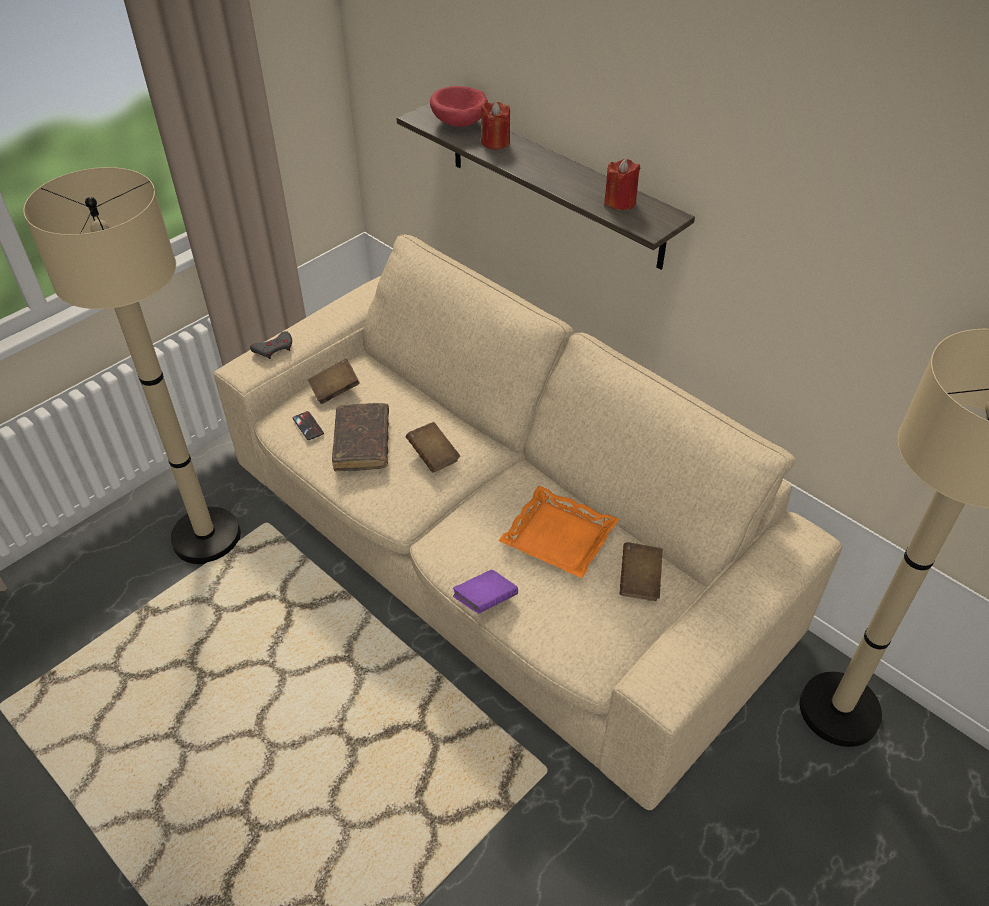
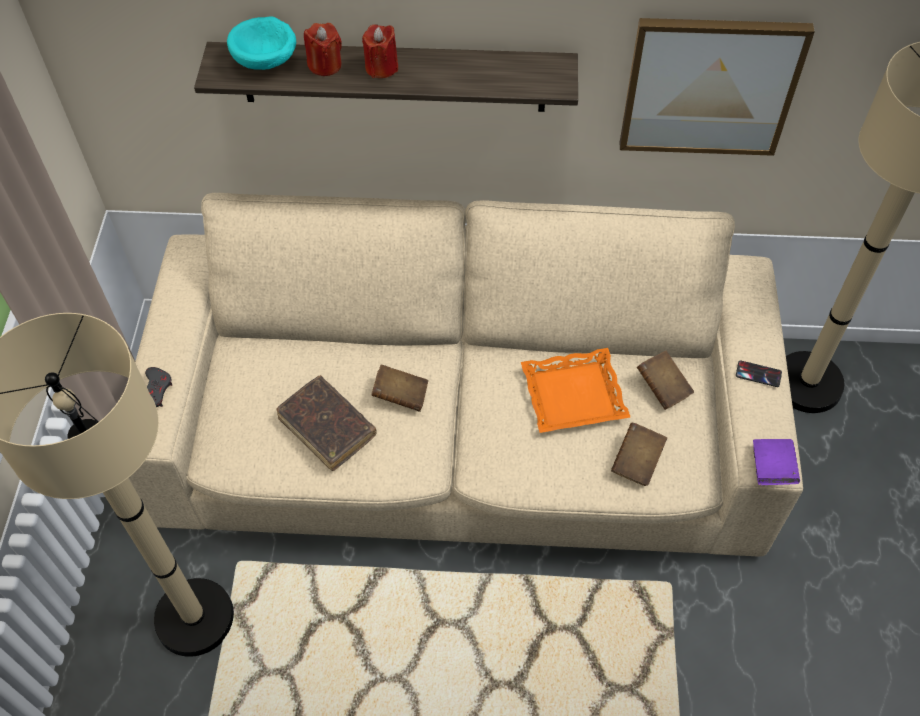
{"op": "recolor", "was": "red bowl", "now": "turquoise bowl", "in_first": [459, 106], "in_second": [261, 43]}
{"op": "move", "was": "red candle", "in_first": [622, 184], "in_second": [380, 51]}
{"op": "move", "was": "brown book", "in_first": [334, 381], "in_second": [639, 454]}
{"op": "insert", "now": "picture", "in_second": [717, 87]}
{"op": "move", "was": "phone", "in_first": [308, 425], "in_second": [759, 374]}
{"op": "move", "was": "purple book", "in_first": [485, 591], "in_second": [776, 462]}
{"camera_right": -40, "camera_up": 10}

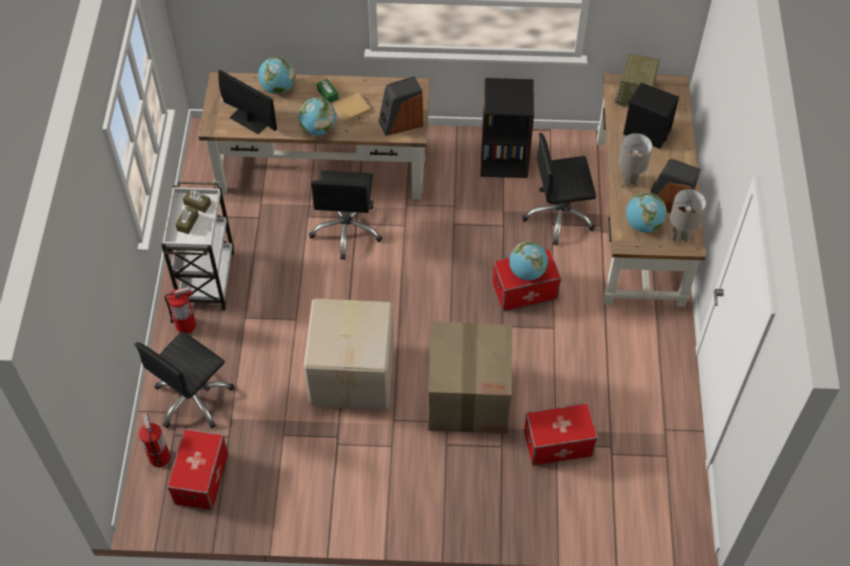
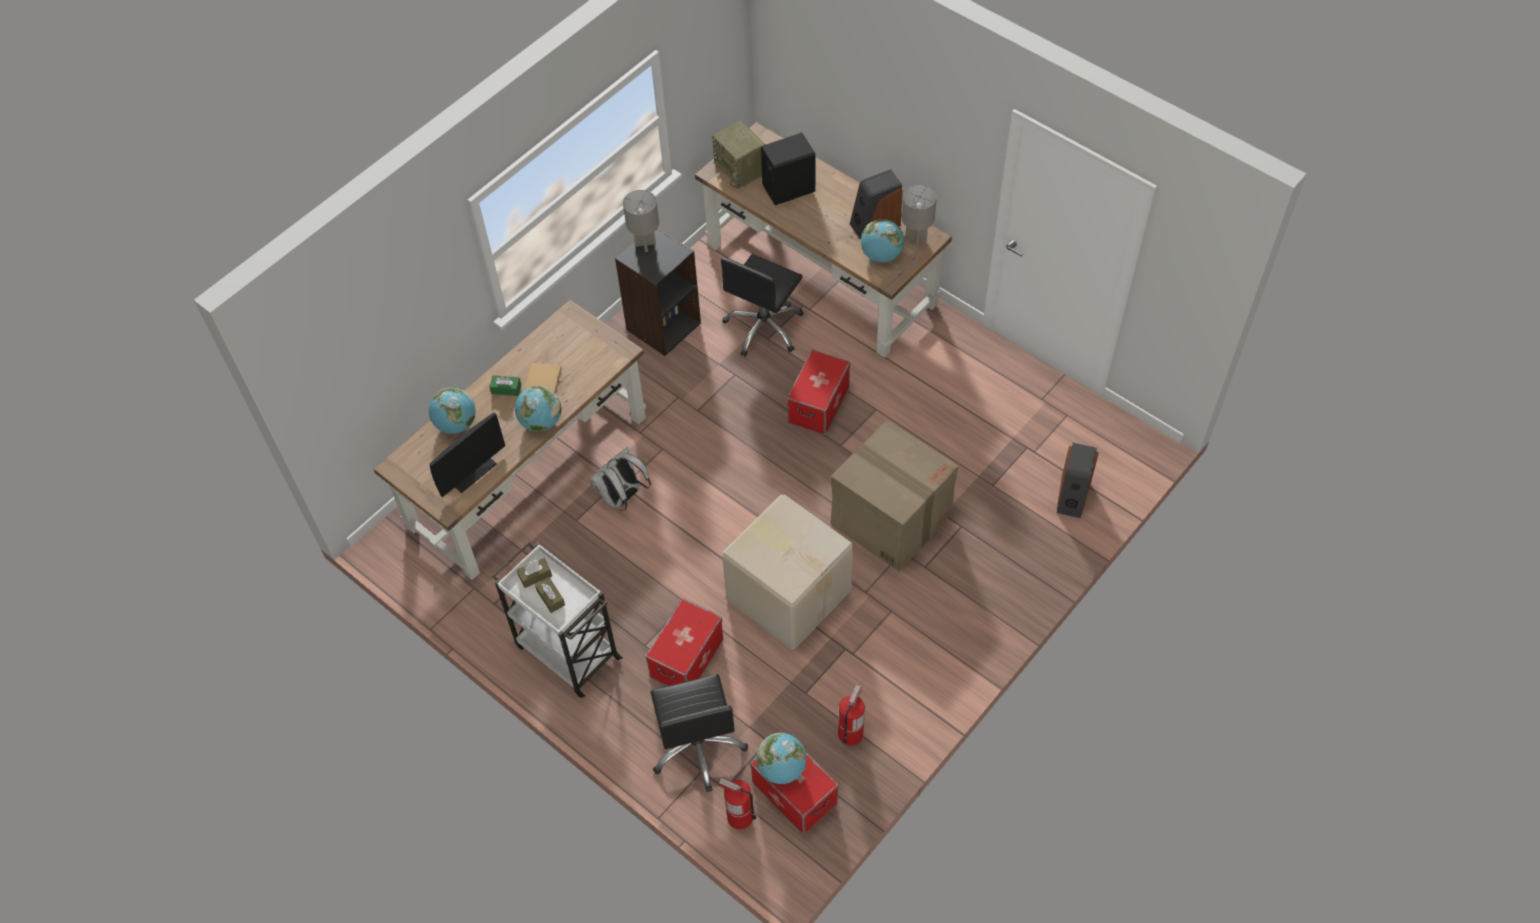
{"op": "rotate", "was": "monitor", "in_first": [247, 102], "in_second": [467, 454], "clockwise": 150}
{"op": "replace", "was": "black office chair", "now": "white backpack", "in_first": [345, 215], "in_second": [620, 479]}
{"op": "move", "was": "grey table lamp", "in_first": [635, 160], "in_second": [641, 221]}
{"op": "move", "was": "storage box", "in_first": [561, 434], "in_second": [684, 642]}
{"op": "move", "was": "globe", "in_first": [528, 261], "in_second": [781, 758]}
{"op": "move", "was": "fire extinguisher", "in_first": [180, 310], "in_second": [851, 715]}
{"op": "move", "was": "speaker", "in_first": [400, 106], "in_second": [1078, 480]}
{"camera_right": -50, "camera_up": 0}

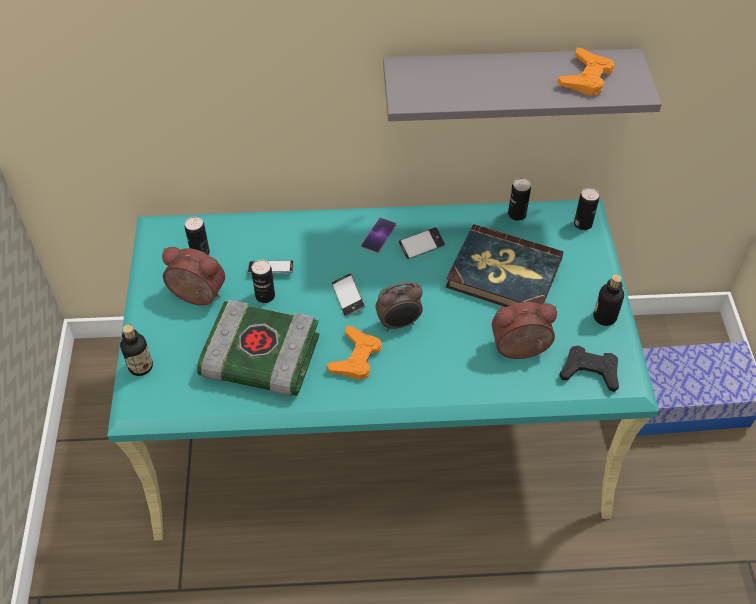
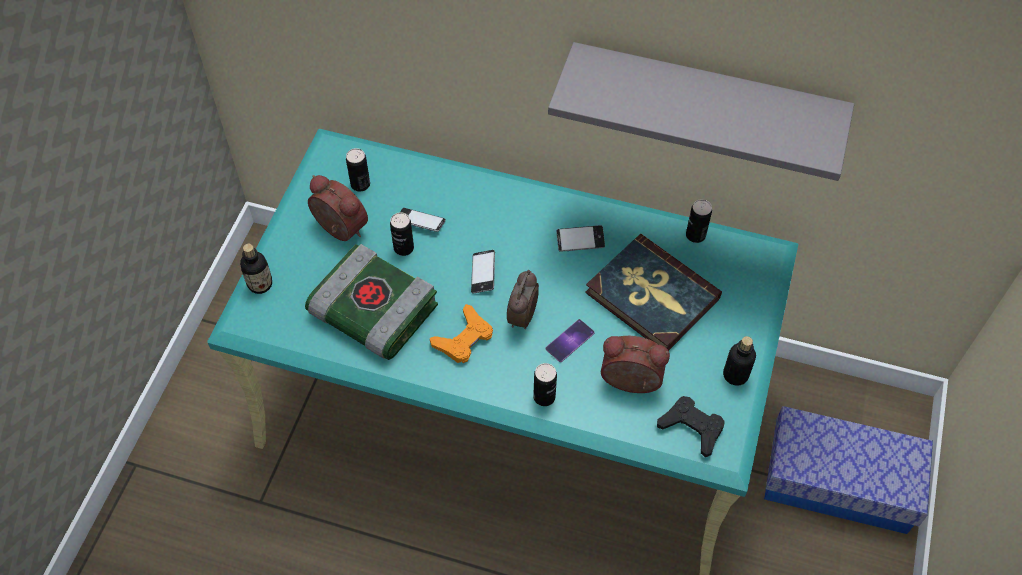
{"op": "rotate", "was": "alarm clock", "in_first": [399, 306], "in_second": [523, 299], "clockwise": 105}
{"op": "move", "was": "can", "in_first": [586, 209], "in_second": [545, 384]}
{"op": "move", "was": "phone", "in_first": [378, 235], "in_second": [569, 340]}
{"op": "delete", "was": "orange game controller", "in_first": [585, 71]}
{"camera_right": 20, "camera_up": 5}

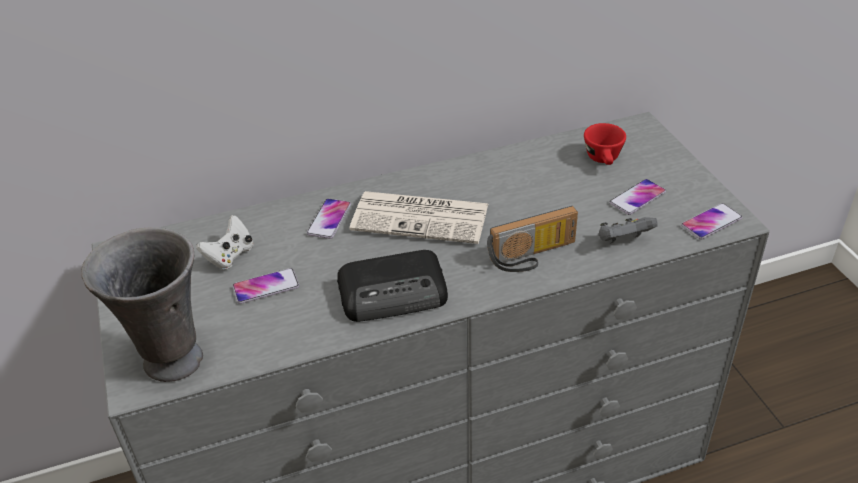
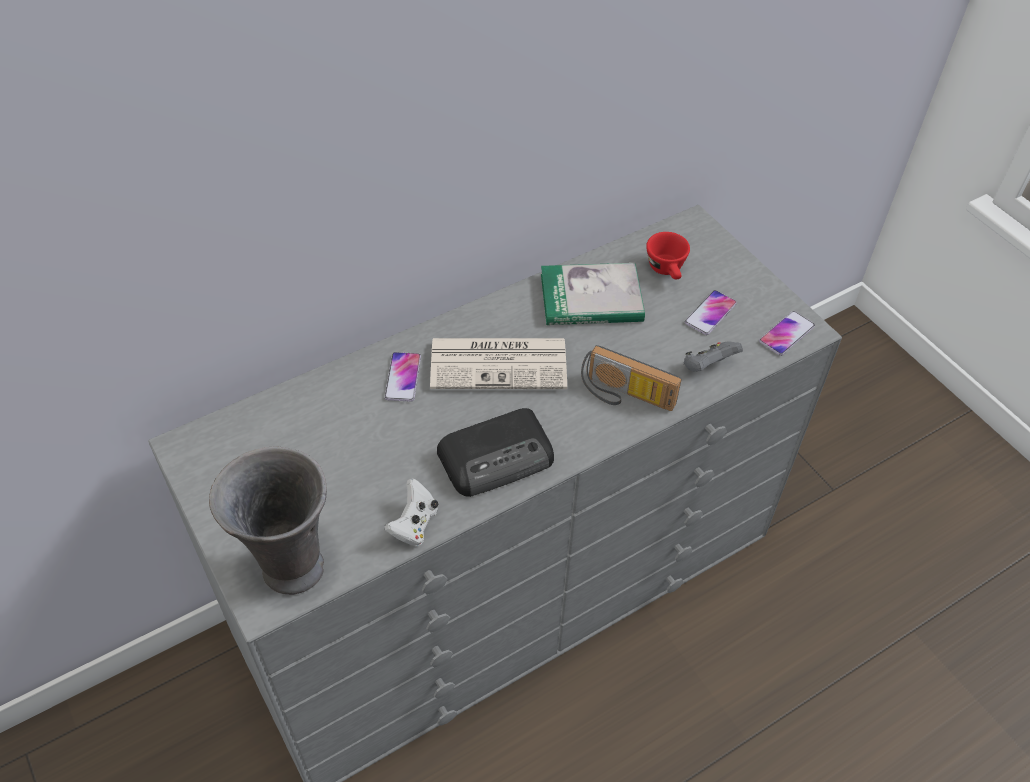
{"op": "move", "was": "white game controller", "in_first": [224, 242], "in_second": [411, 512]}
{"op": "insert", "now": "book", "in_second": [593, 294]}
{"op": "rotate", "was": "radio", "in_first": [532, 239], "in_second": [631, 378], "clockwise": 60}
{"op": "delete", "was": "phone", "in_first": [266, 286]}
{"camera_right": -15, "camera_up": 10}

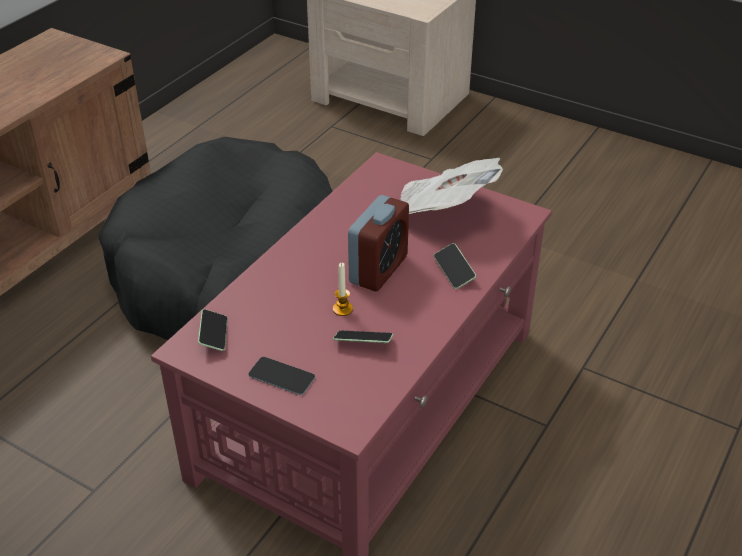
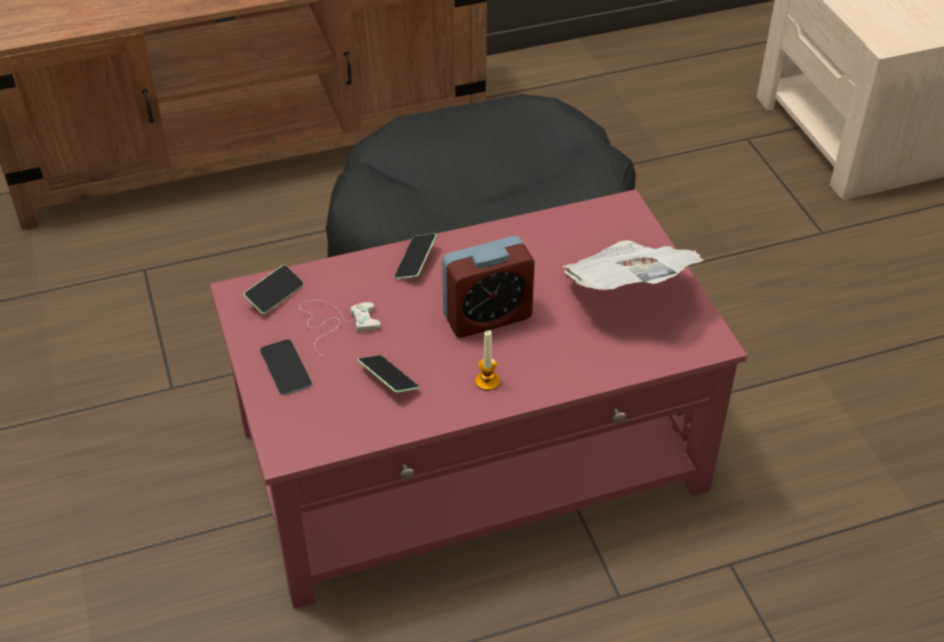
{"op": "insert", "now": "white game controller", "in_second": [340, 328]}
{"op": "move", "was": "phone", "in_first": [455, 266], "in_second": [415, 256]}
{"op": "move", "was": "candle", "in_first": [343, 289], "in_second": [487, 360]}
{"camera_right": 40, "camera_up": 5}

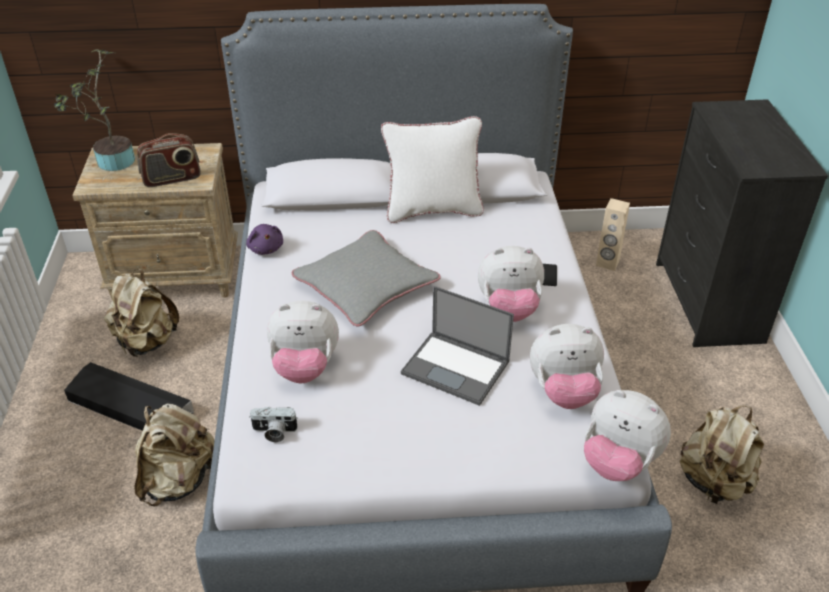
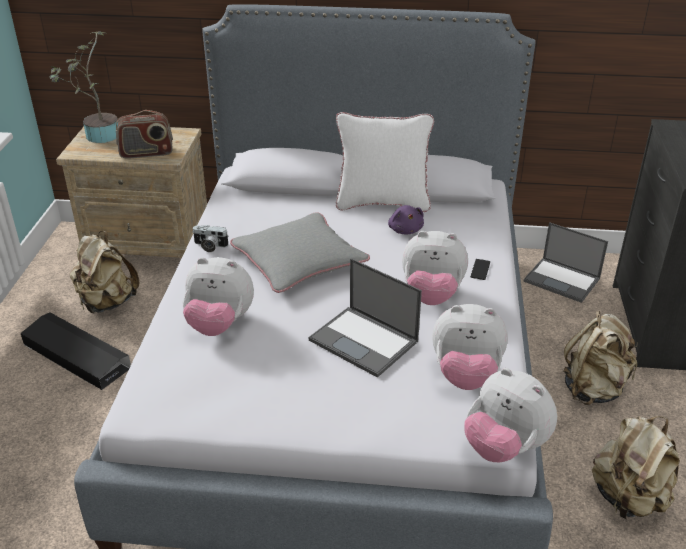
{"op": "move", "was": "photo camera", "in_first": [273, 424], "in_second": [210, 238]}
{"op": "move", "was": "purple plush toy", "in_first": [264, 239], "in_second": [406, 219]}
{"op": "replace", "was": "beige speaker", "now": "laptop", "in_first": [613, 234], "in_second": [565, 262]}
{"op": "move", "was": "beige backpack", "in_first": [174, 455], "in_second": [600, 358]}
{"camera_right": 10, "camera_up": -5}

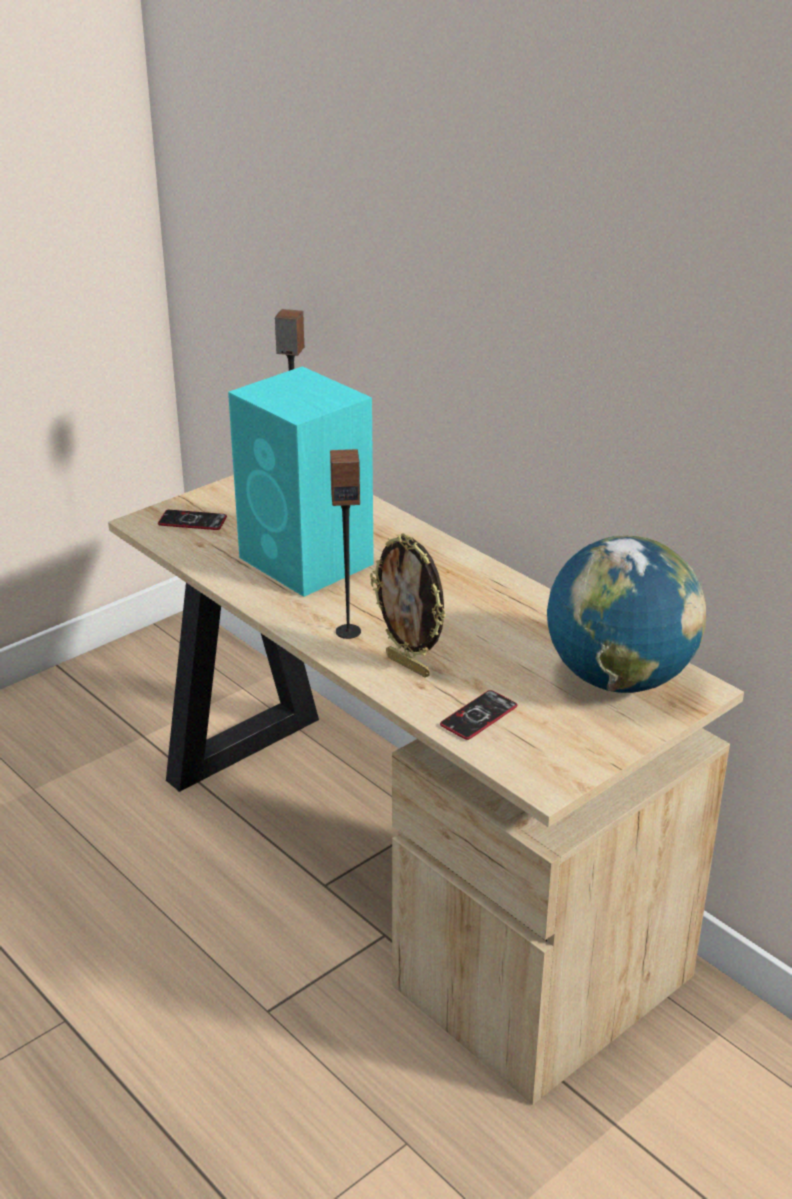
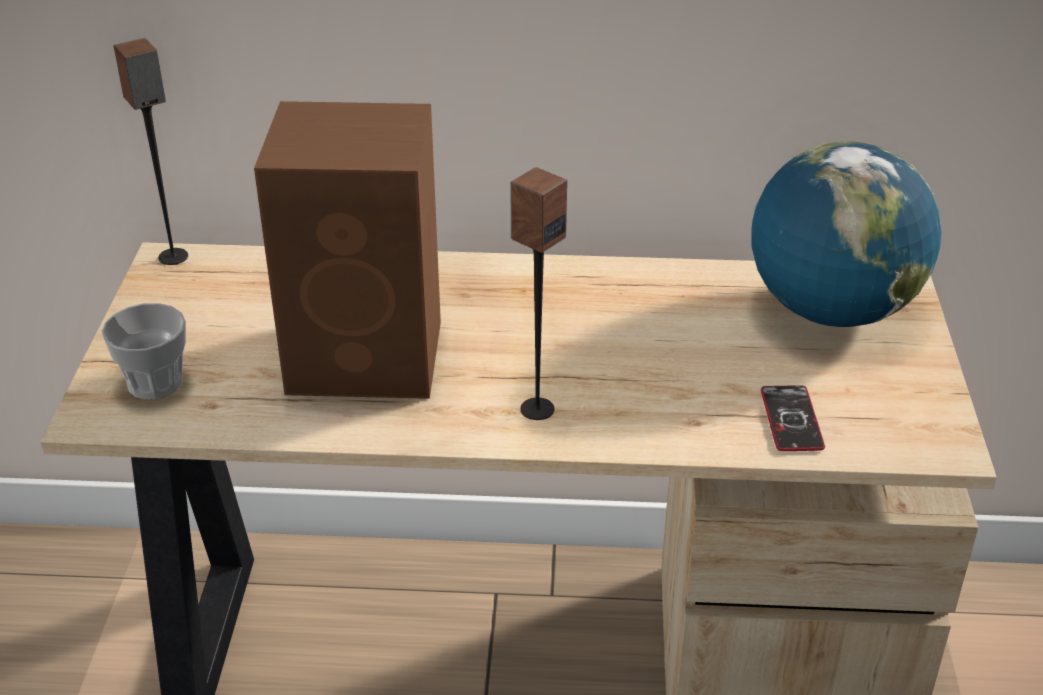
{"op": "replace", "was": "phone", "now": "cup", "in_first": [192, 520], "in_second": [143, 351]}
{"op": "recolor", "was": "turquoise speaker", "now": "brown speaker", "in_first": [301, 481], "in_second": [347, 250]}
{"op": "delete", "was": "picture frame", "in_first": [408, 605]}
{"camera_right": -45, "camera_up": 5}

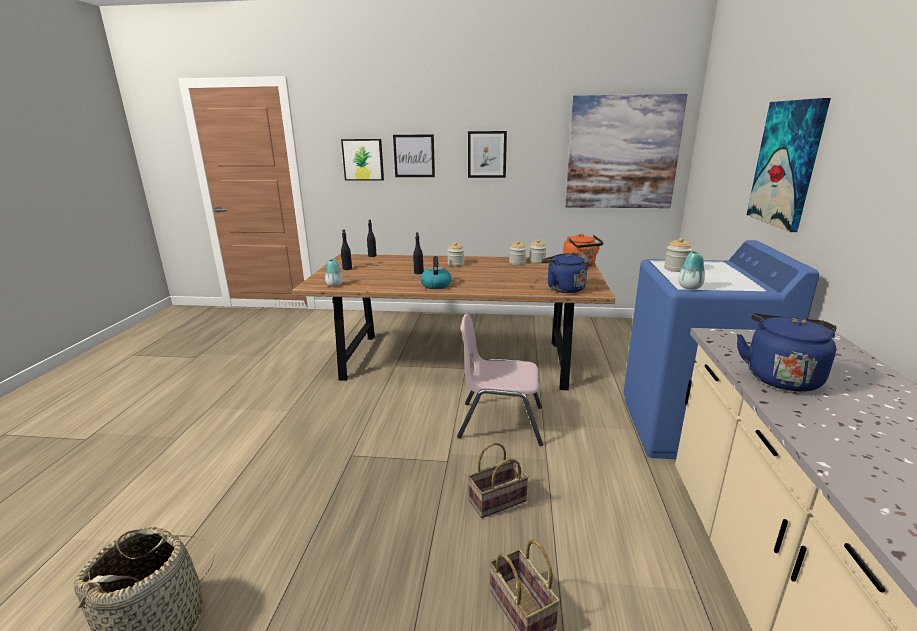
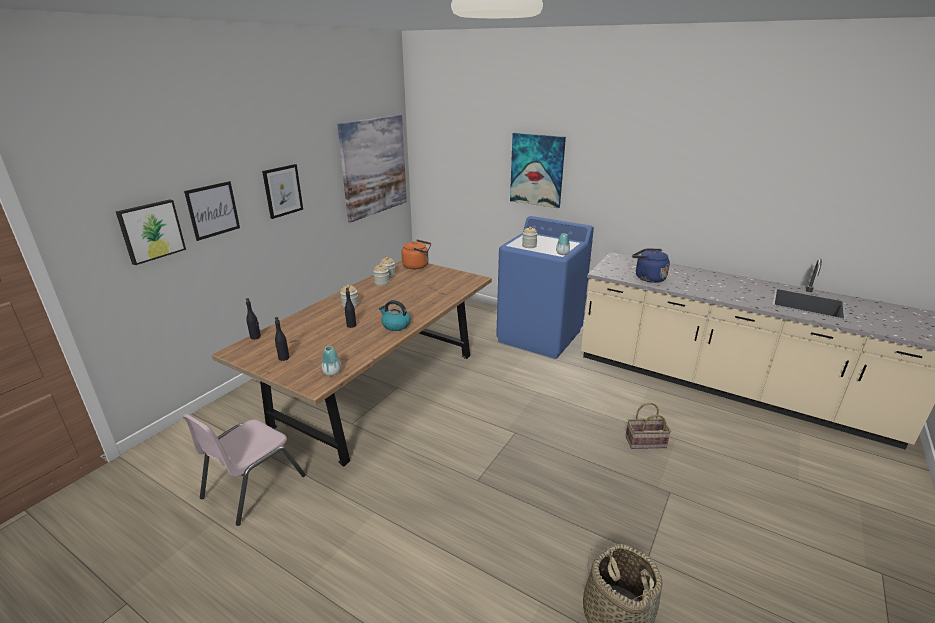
{"op": "move", "was": "pink chair", "in_first": [500, 380], "in_second": [244, 470]}
{"op": "delete", "was": "basket", "in_first": [498, 480]}
{"op": "delete", "was": "blue kettle", "in_first": [564, 273]}
{"camera_right": -65, "camera_up": 5}

